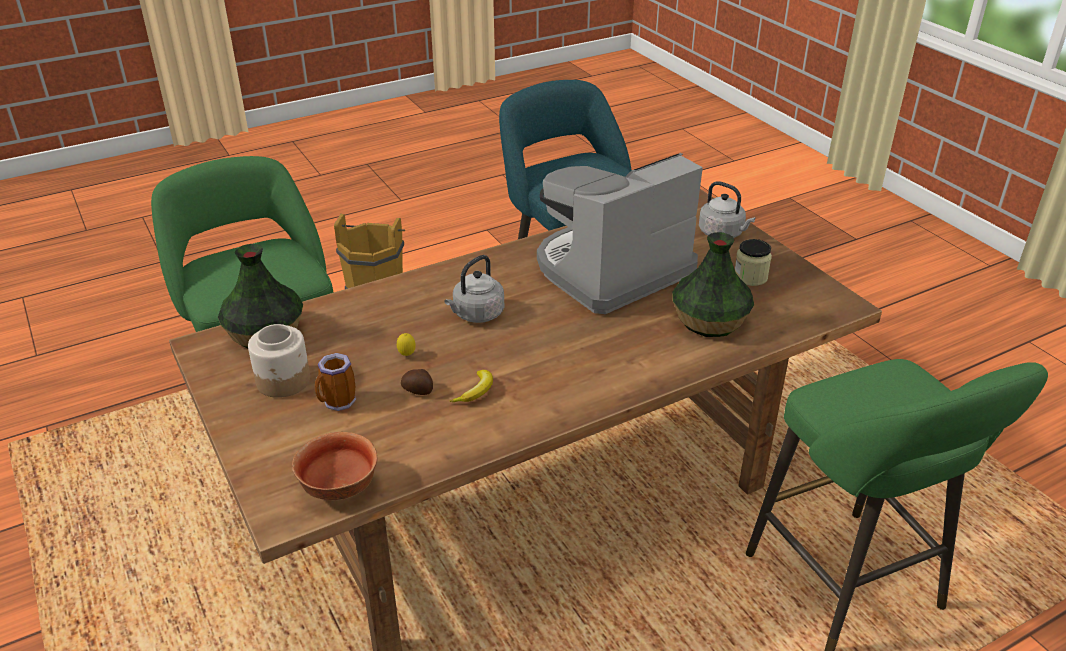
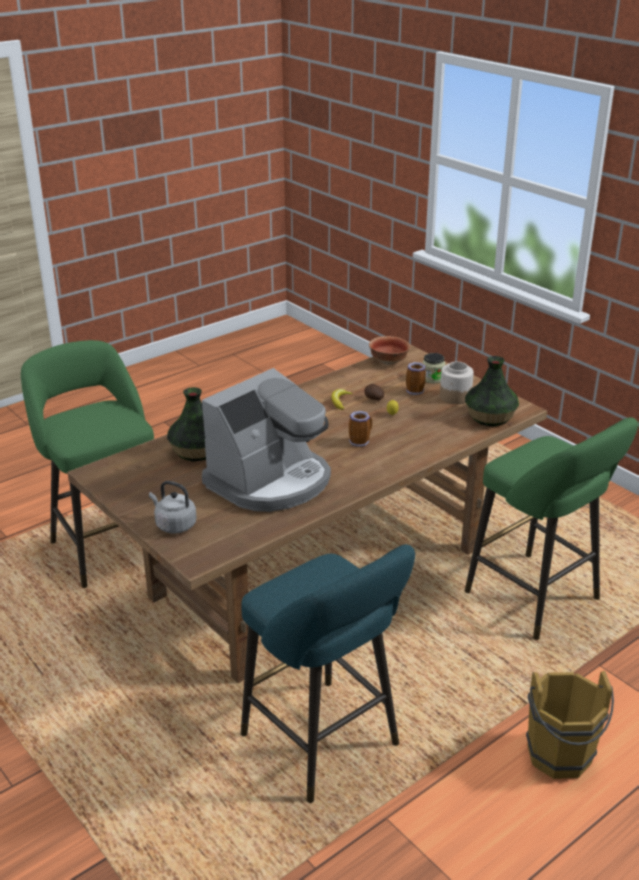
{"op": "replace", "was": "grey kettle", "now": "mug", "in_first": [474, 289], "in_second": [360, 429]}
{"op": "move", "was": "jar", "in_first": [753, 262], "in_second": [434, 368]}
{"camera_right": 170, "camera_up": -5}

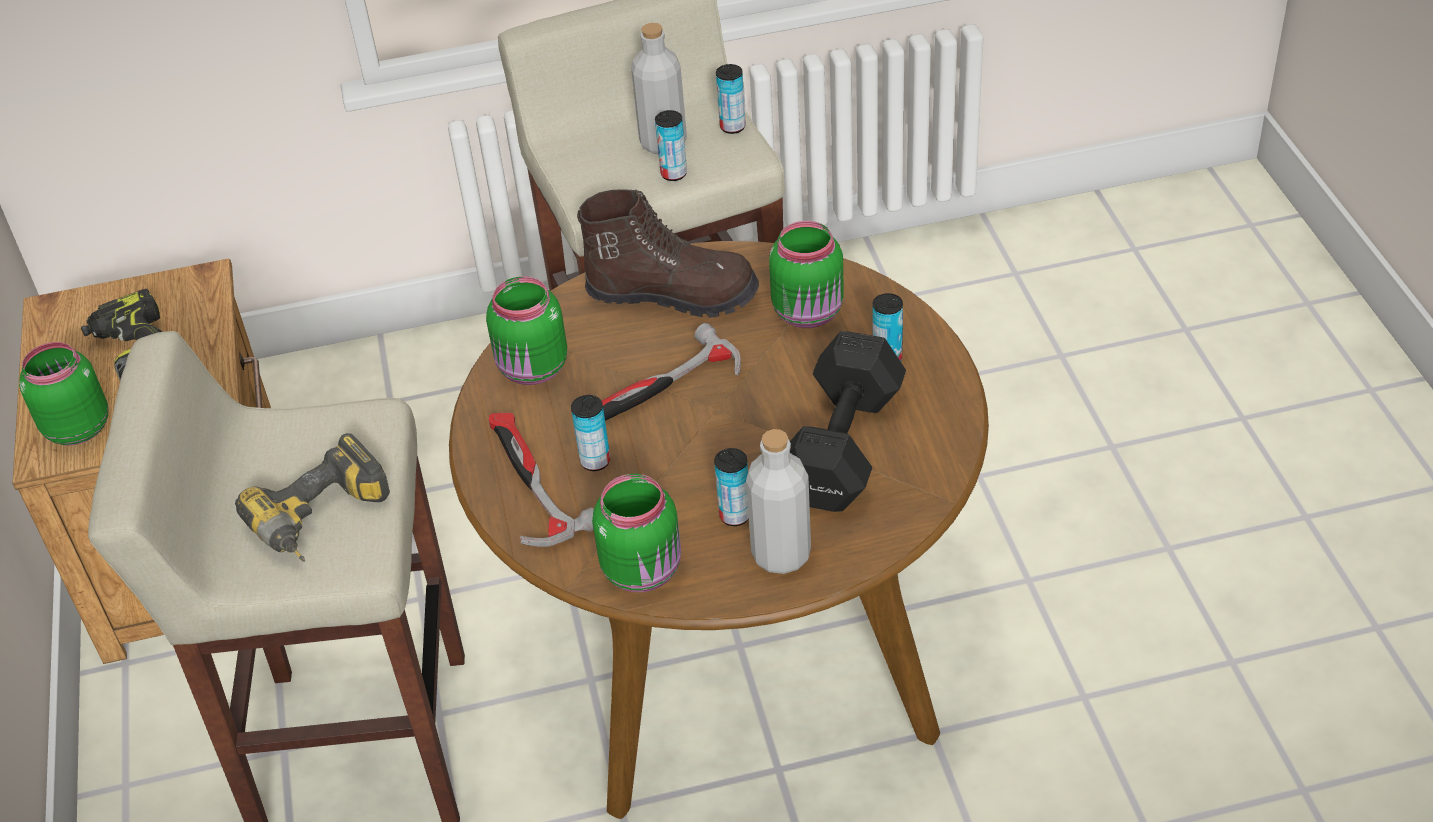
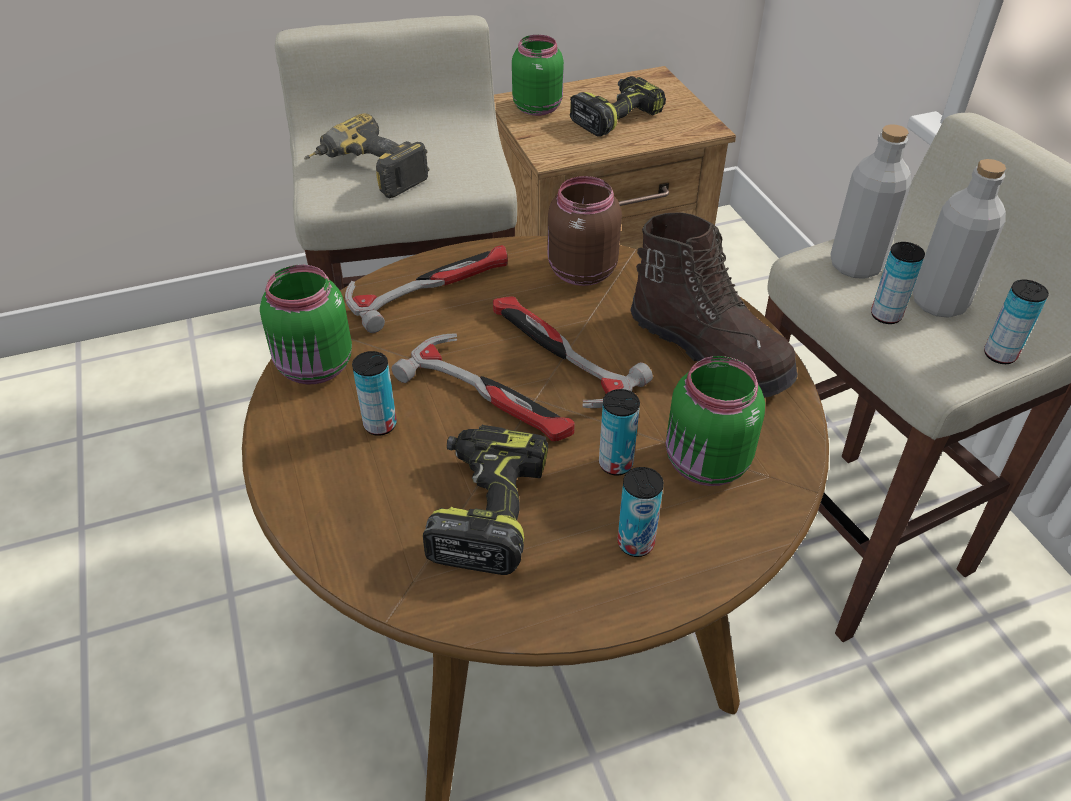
{"op": "insert", "now": "hammer", "in_second": [483, 387]}
{"op": "replace", "was": "black dumbbell", "now": "power drill", "in_first": [848, 421], "in_second": [485, 499]}
{"op": "recolor", "was": "green jar", "now": "brown jar", "in_first": [526, 330], "in_second": [584, 231]}
{"op": "move", "was": "can", "in_first": [590, 433], "in_second": [619, 432]}
{"op": "rotate", "was": "brown boot", "in_first": [668, 253], "in_second": [714, 305], "clockwise": -45}
{"op": "move", "was": "grey bottle", "in_first": [778, 501], "in_second": [870, 201]}
{"camera_right": 80, "camera_up": 0}

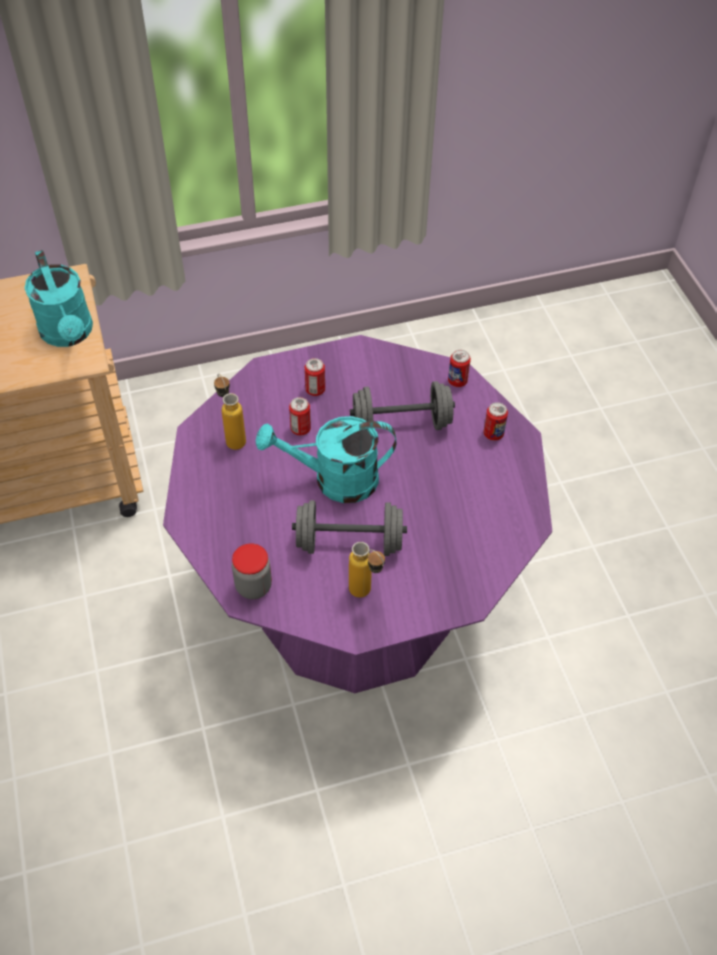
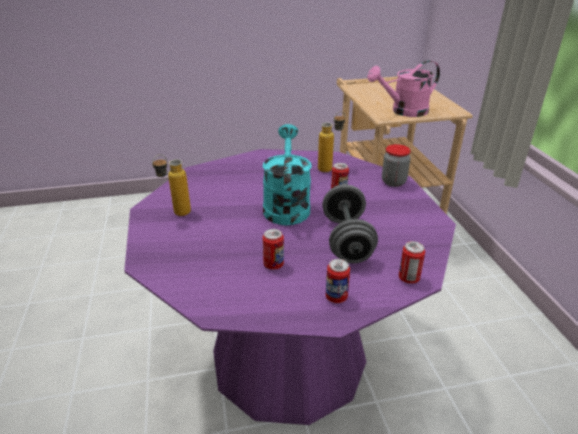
{"op": "move", "was": "can", "in_first": [315, 377], "in_second": [273, 249]}
{"op": "recolor", "was": "turquoise watering can", "now": "pink watering can", "in_first": [58, 298], "in_second": [403, 88]}
{"op": "move", "was": "jar", "in_first": [252, 571], "in_second": [396, 165]}
{"op": "delete", "was": "grey dumbbell", "in_first": [349, 528]}
{"camera_right": 95, "camera_up": -20}

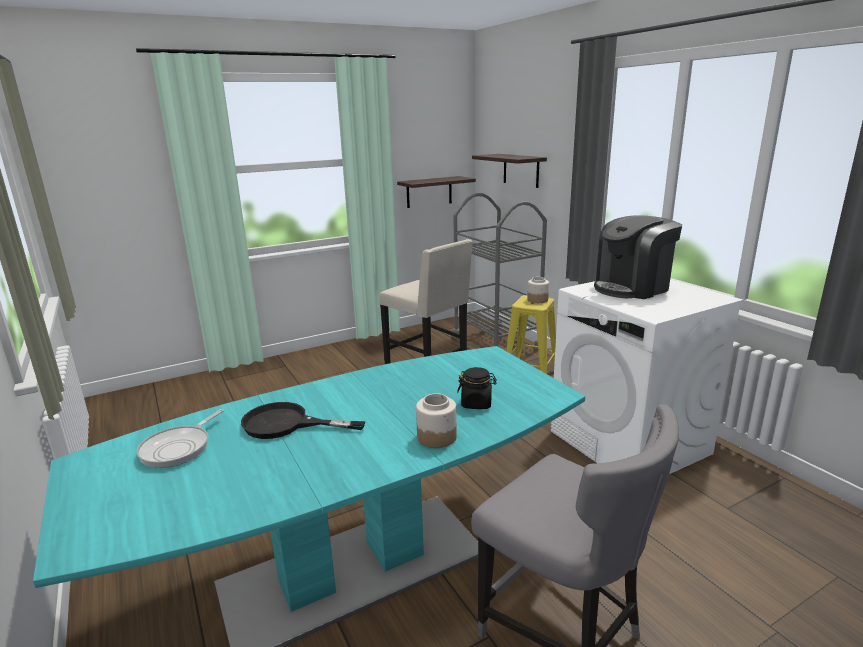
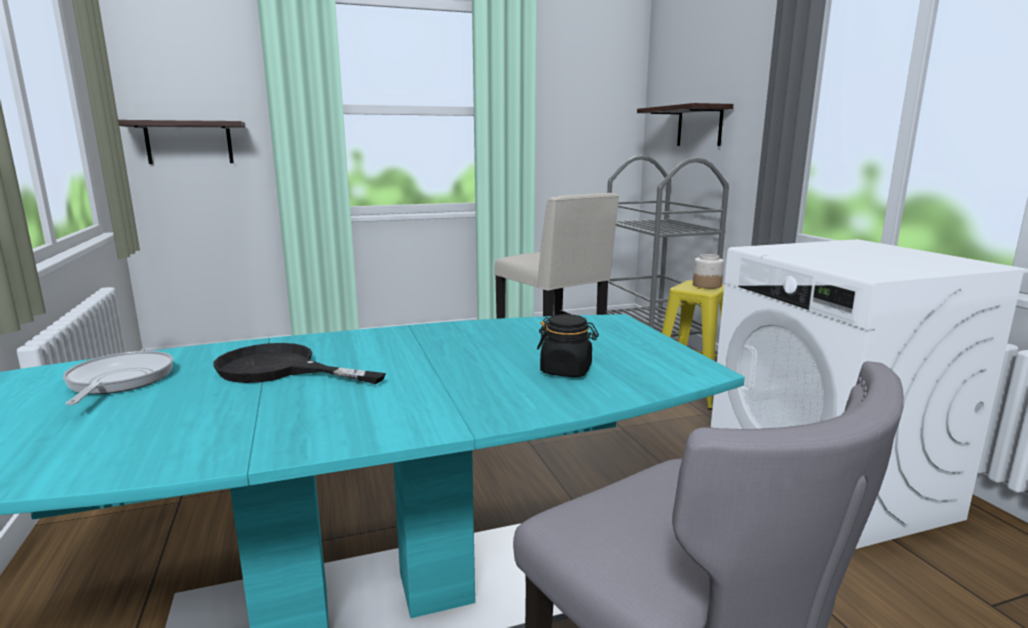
{"op": "rotate", "was": "frying pan", "in_first": [180, 438], "in_second": [118, 378], "clockwise": 135}
{"op": "move", "was": "shelf", "in_first": [436, 192], "in_second": [181, 142]}
{"op": "delete", "was": "jar", "in_first": [436, 420]}
{"op": "delete", "was": "coffee machine", "in_first": [638, 257]}
{"camera_right": 10, "camera_up": -5}

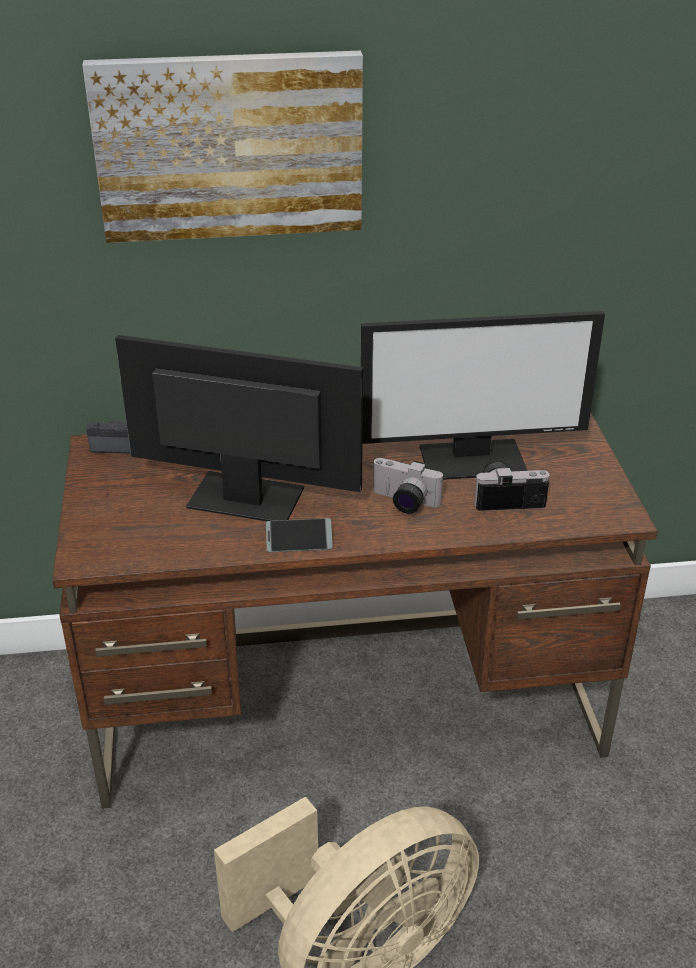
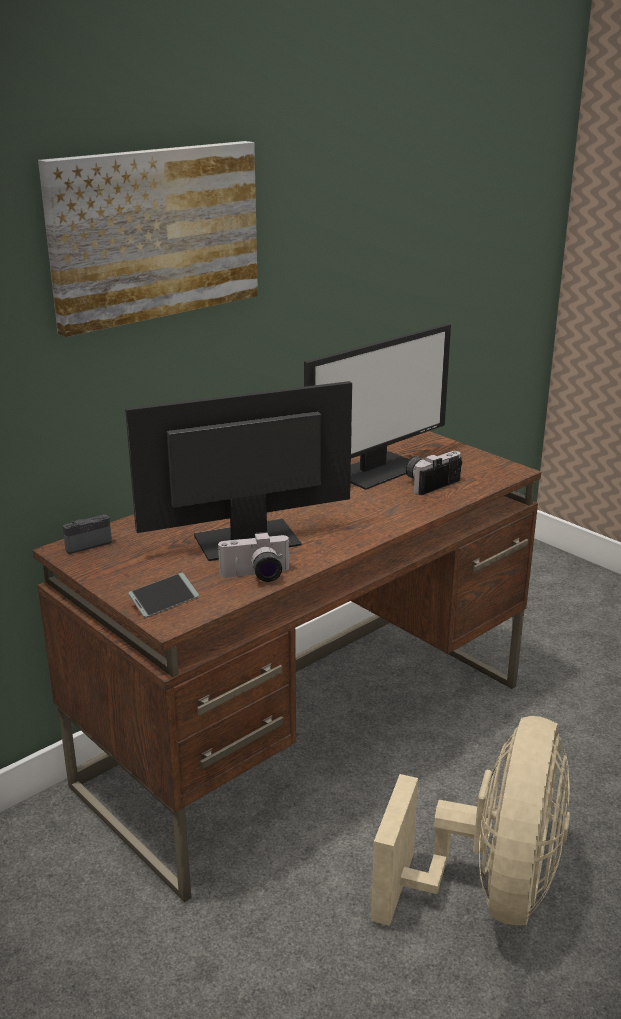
{"op": "move", "was": "phone", "in_first": [299, 535], "in_second": [163, 595]}
{"op": "move", "was": "photo camera", "in_first": [408, 486], "in_second": [254, 557]}
{"camera_right": -35, "camera_up": -10}

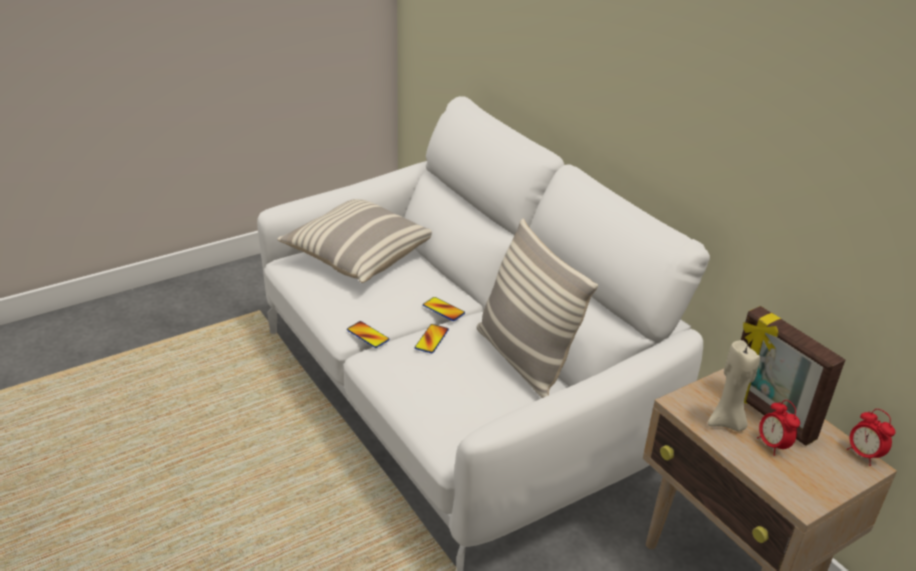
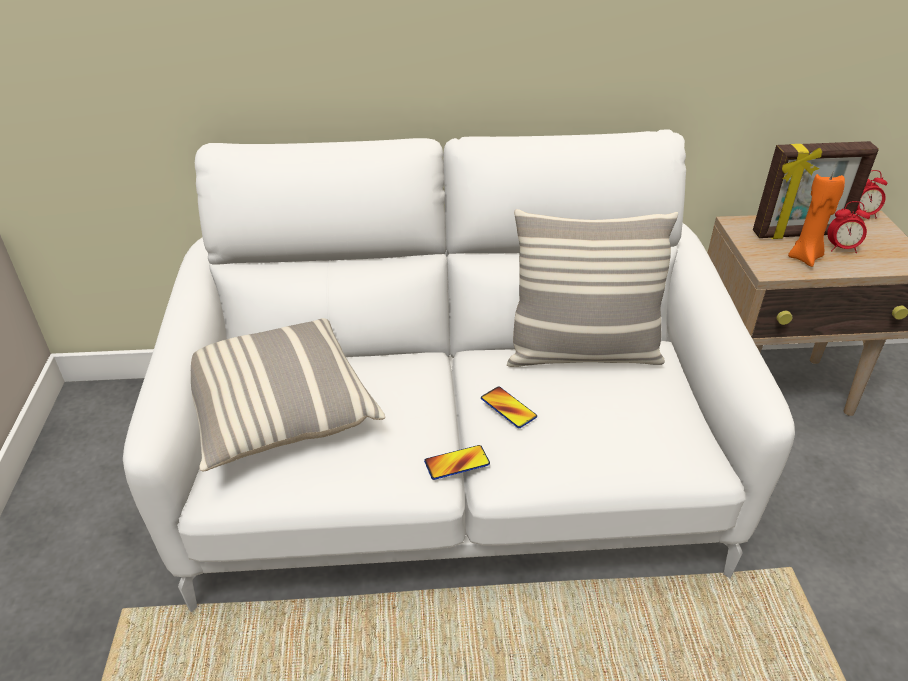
{"op": "recolor", "was": "beige candle", "now": "orange candle", "in_first": [734, 385], "in_second": [816, 220]}
{"op": "delete", "was": "phone", "in_first": [444, 309]}
{"camera_right": -60, "camera_up": 5}

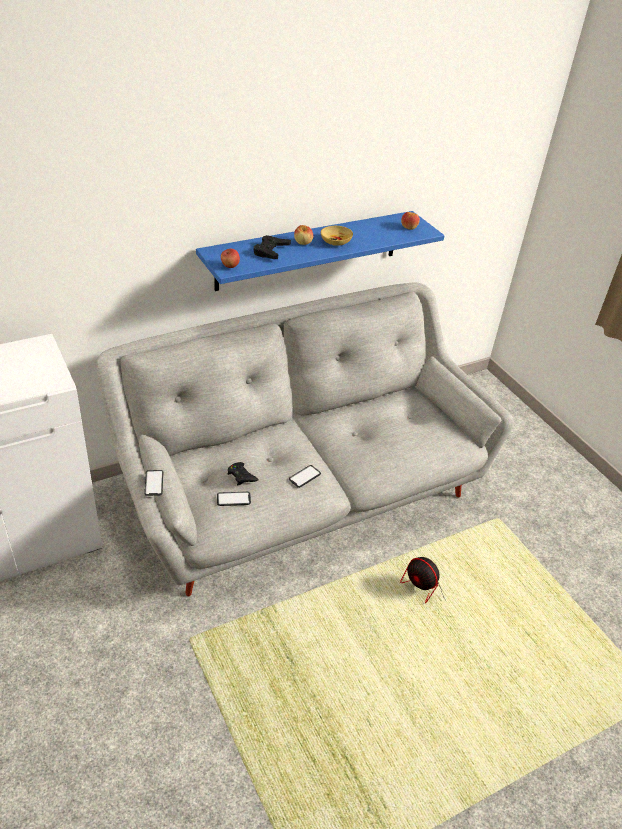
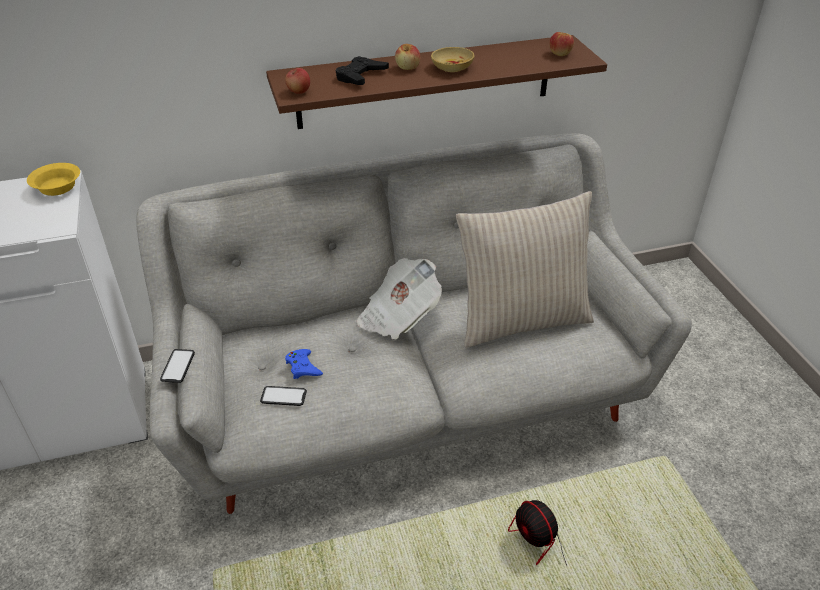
{"op": "insert", "now": "yellow bowl", "in_second": [53, 179]}
{"op": "recolor", "was": "blue shelf", "now": "brown shelf", "in_first": [320, 251], "in_second": [436, 82]}
{"op": "recolor", "was": "black game controller", "now": "blue game controller", "in_first": [243, 473], "in_second": [304, 364]}
{"op": "insert", "now": "newspaper", "in_second": [399, 298]}
{"op": "insert", "now": "beige pillow", "in_second": [525, 269]}
{"op": "delete", "was": "phone", "in_first": [305, 476]}
{"camera_right": 15, "camera_up": 0}

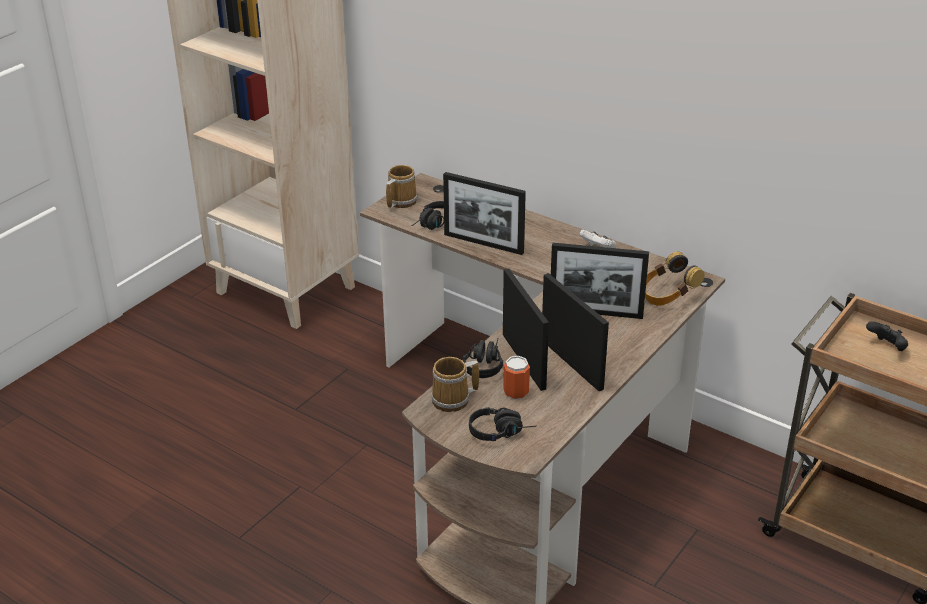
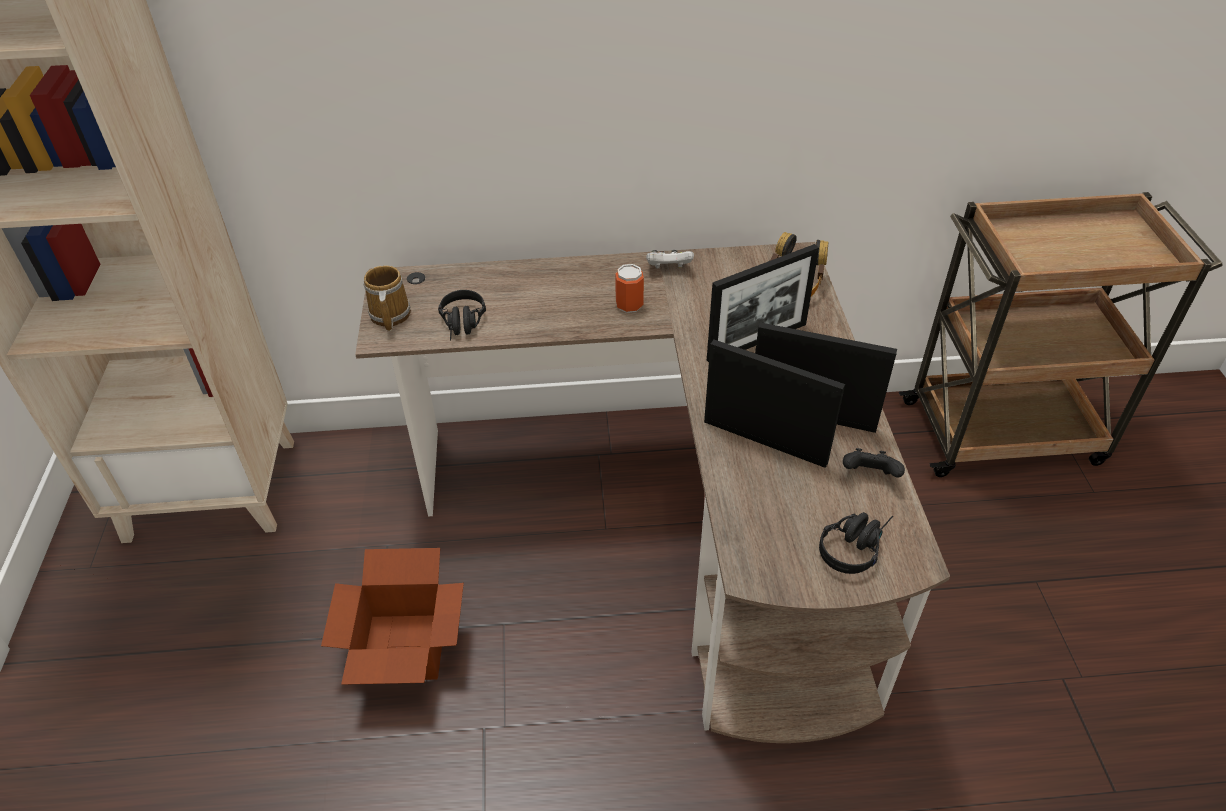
{"op": "insert", "now": "cardboard box", "in_second": [392, 616]}
{"op": "move", "was": "can", "in_first": [516, 378], "in_second": [629, 288]}
{"op": "move", "was": "black game controller", "in_first": [887, 336], "in_second": [874, 463]}
{"op": "delete", "was": "mug", "in_first": [455, 384]}
{"op": "delete", "was": "picture frame", "in_first": [484, 213]}
{"op": "delete", "was": "black headphones", "in_first": [483, 358]}
{"camera_right": -40, "camera_up": 10}

